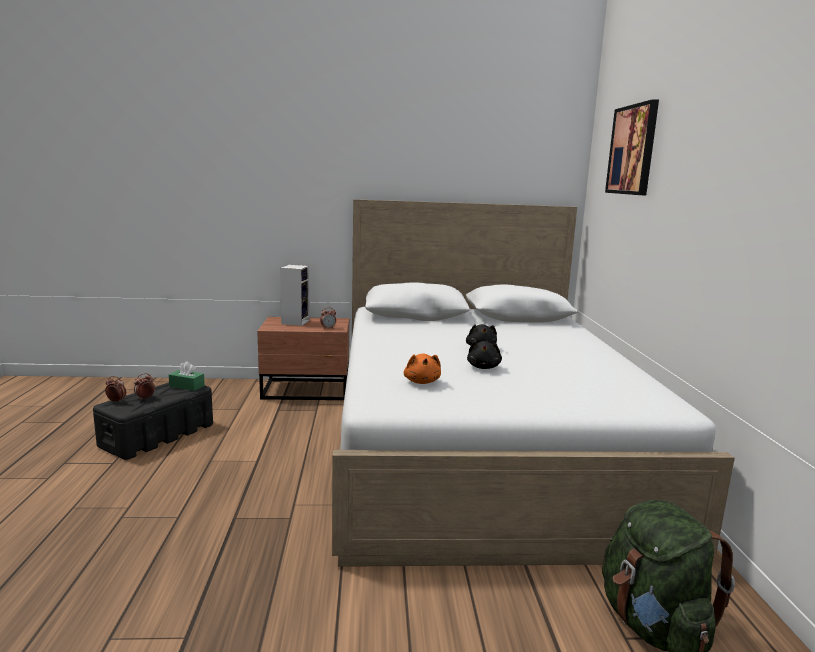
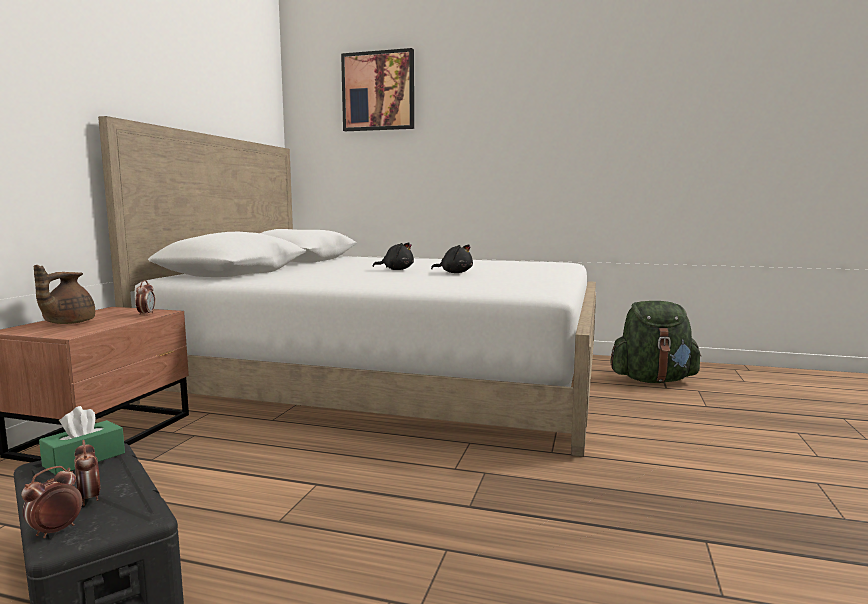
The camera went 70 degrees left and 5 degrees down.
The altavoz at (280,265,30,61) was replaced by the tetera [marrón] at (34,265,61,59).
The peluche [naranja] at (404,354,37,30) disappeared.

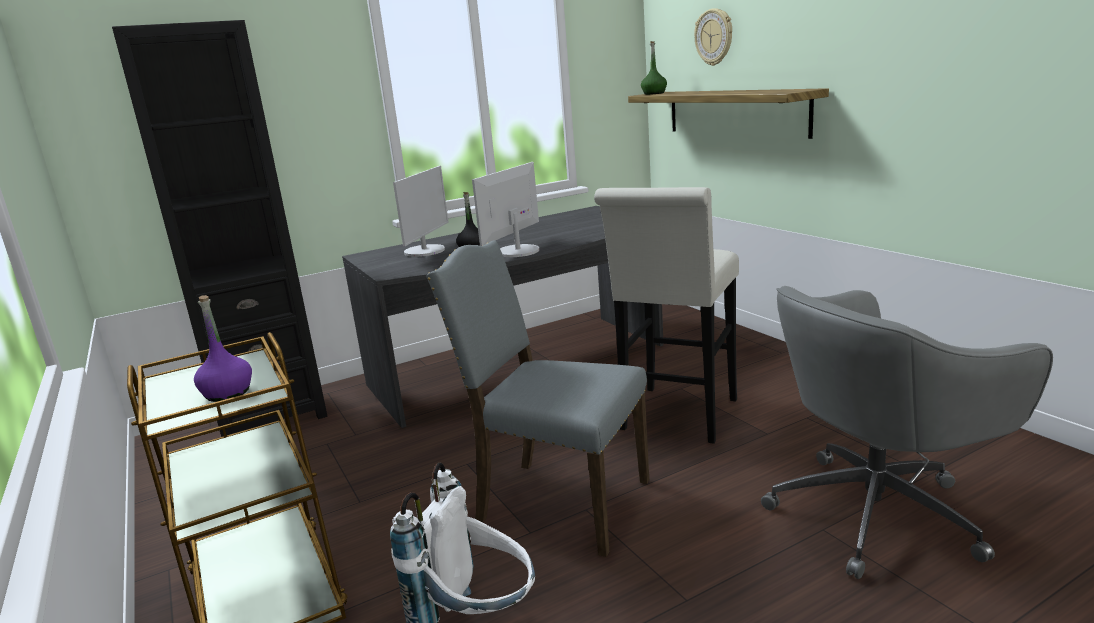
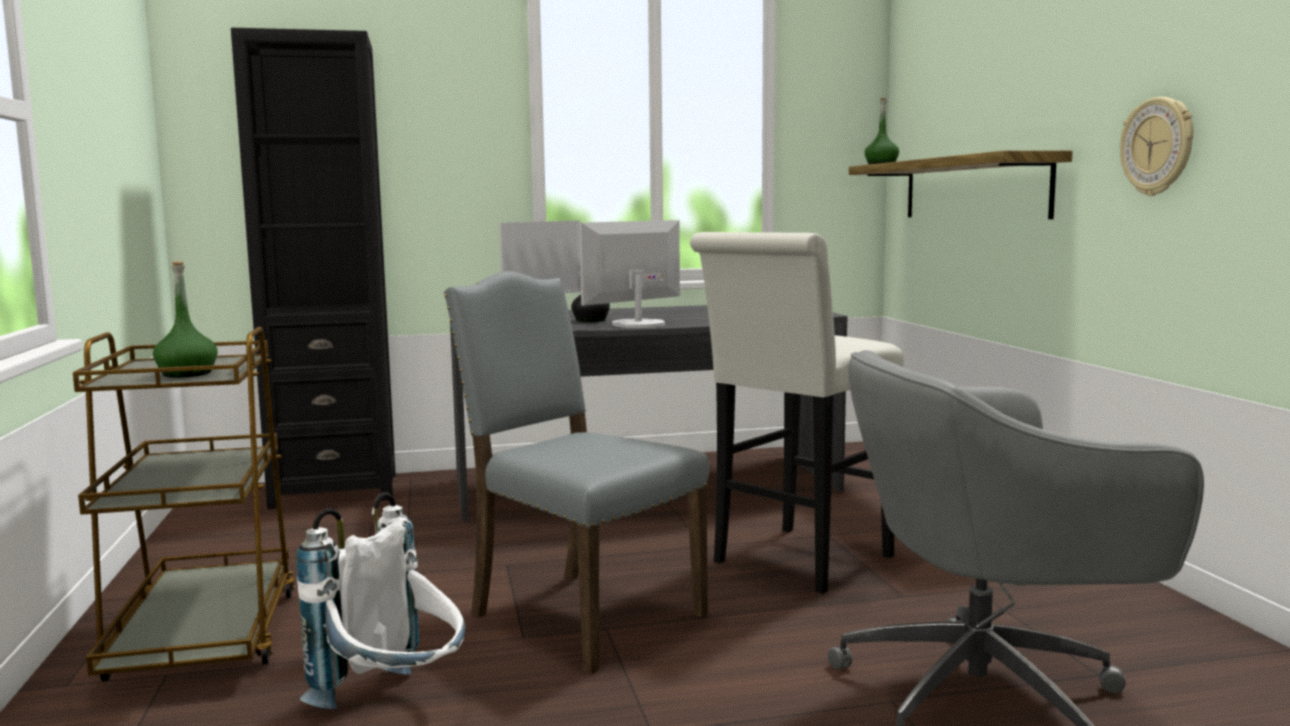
The camera went 15 degrees right and 10 degrees down.
The reloj de pared moved from (694,8,38,58) to (1120,97,73,99).
The botella [morado] at (194,295,58,107) became the botella [verde] at (153,261,65,117).

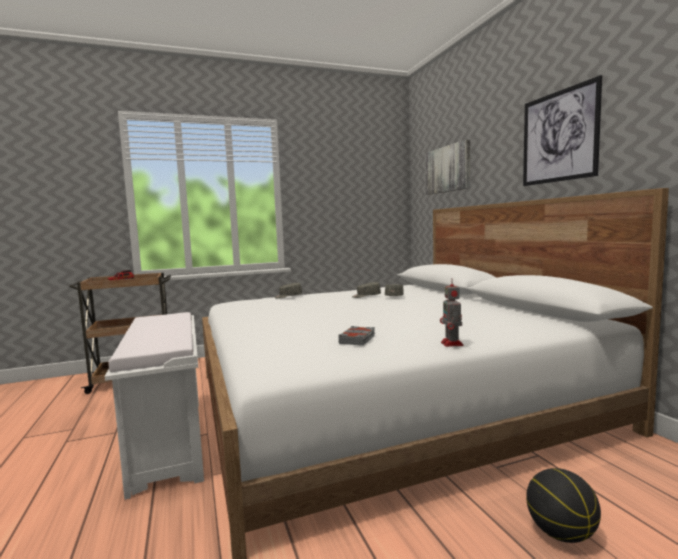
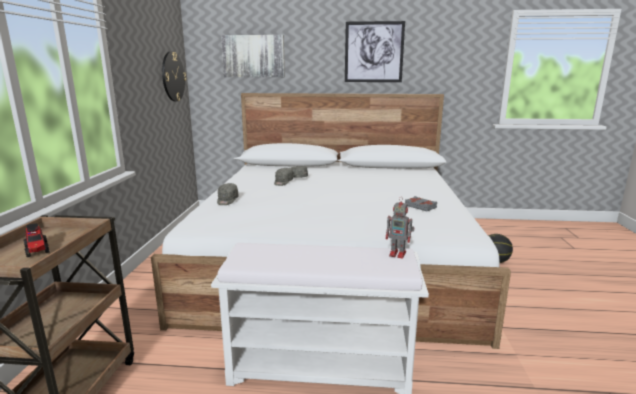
The camera went 65 degrees left and 10 degrees up.
The robot de juguete moved from (440,279,24,68) to (386,197,28,61).
The reloj de pared at (162,51,24,51) appeared.

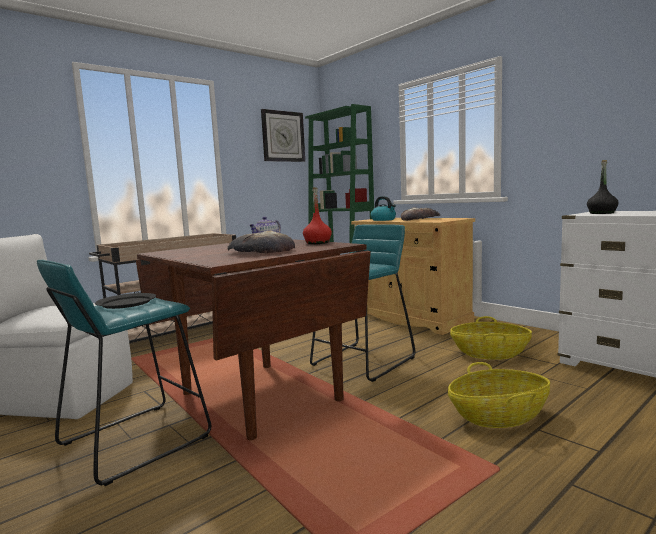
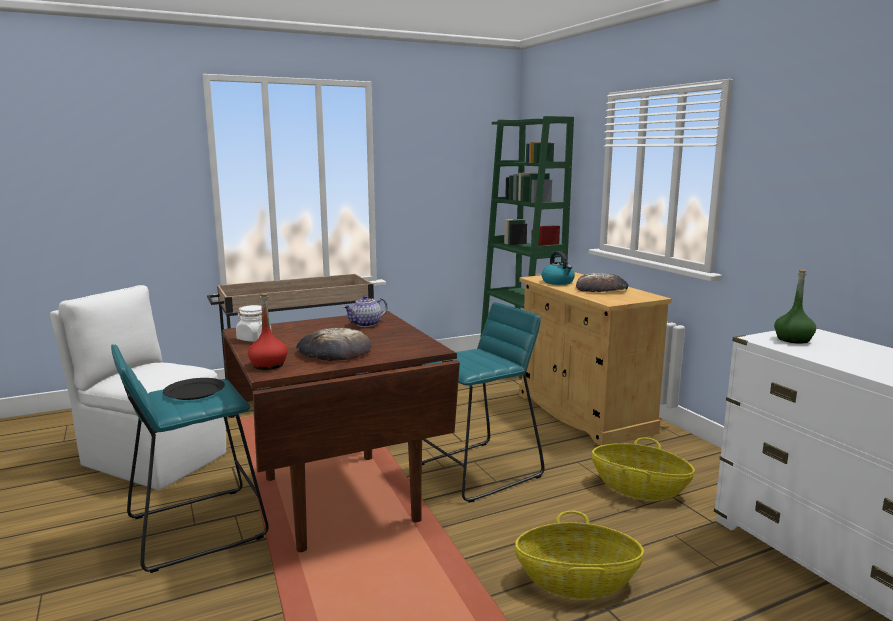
The camera went 15 degrees right and 5 degrees up.
The reloj de pared at (261,109,44,53) disappeared.
The botella [negro] at (587,160,32,54) became the botella [verde] at (774,269,42,75).
The botella [rojo] moved from (303,187,29,57) to (248,293,40,77).
The tarro [blanco] at (236,305,35,37) appeared.

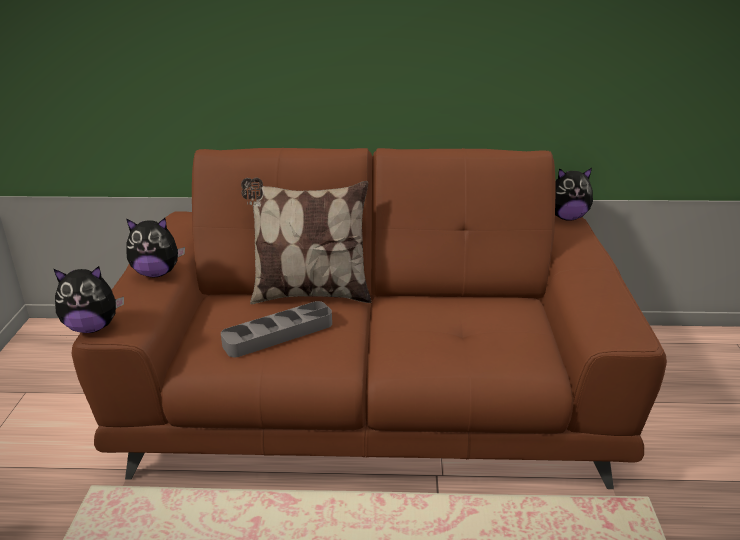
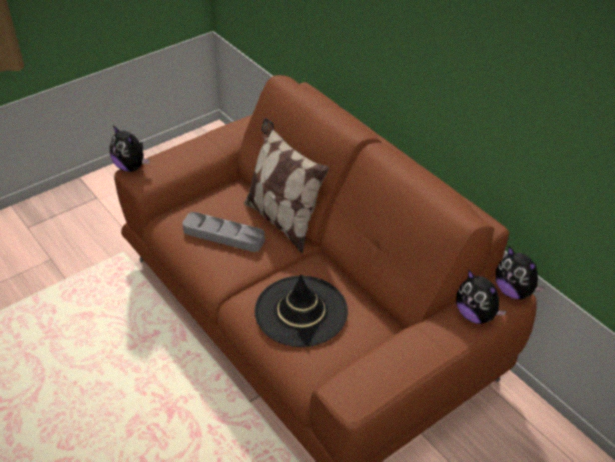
The camera went 50 degrees right and 15 degrees up.
The peluche moved from (126,218,59,59) to (456,269,51,55).
The sombrero [negro] at (255,274,93,73) appeared.

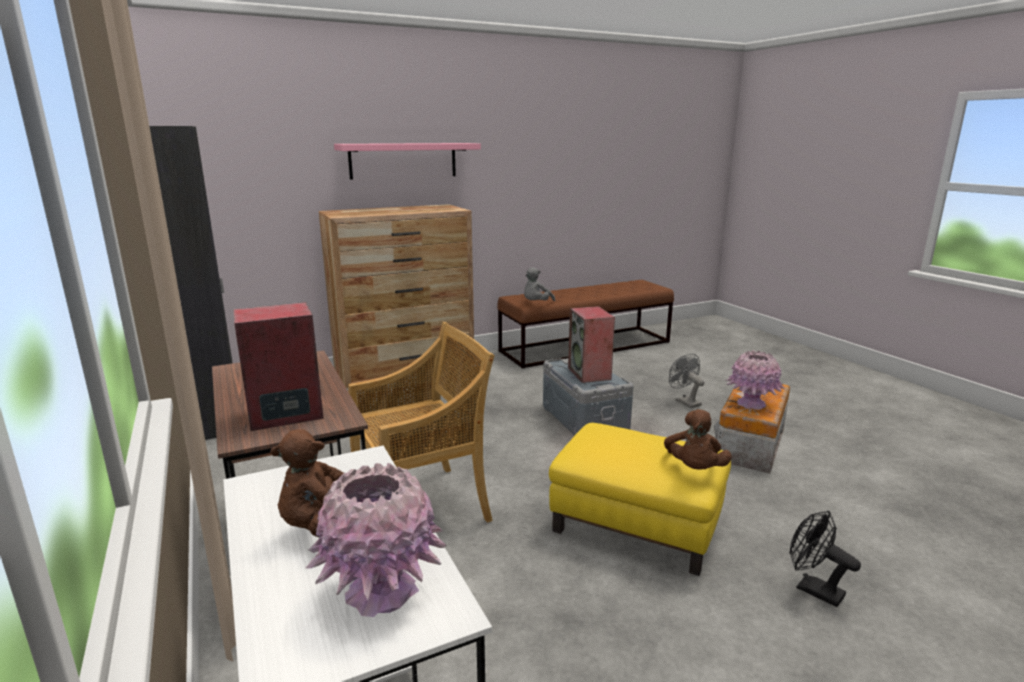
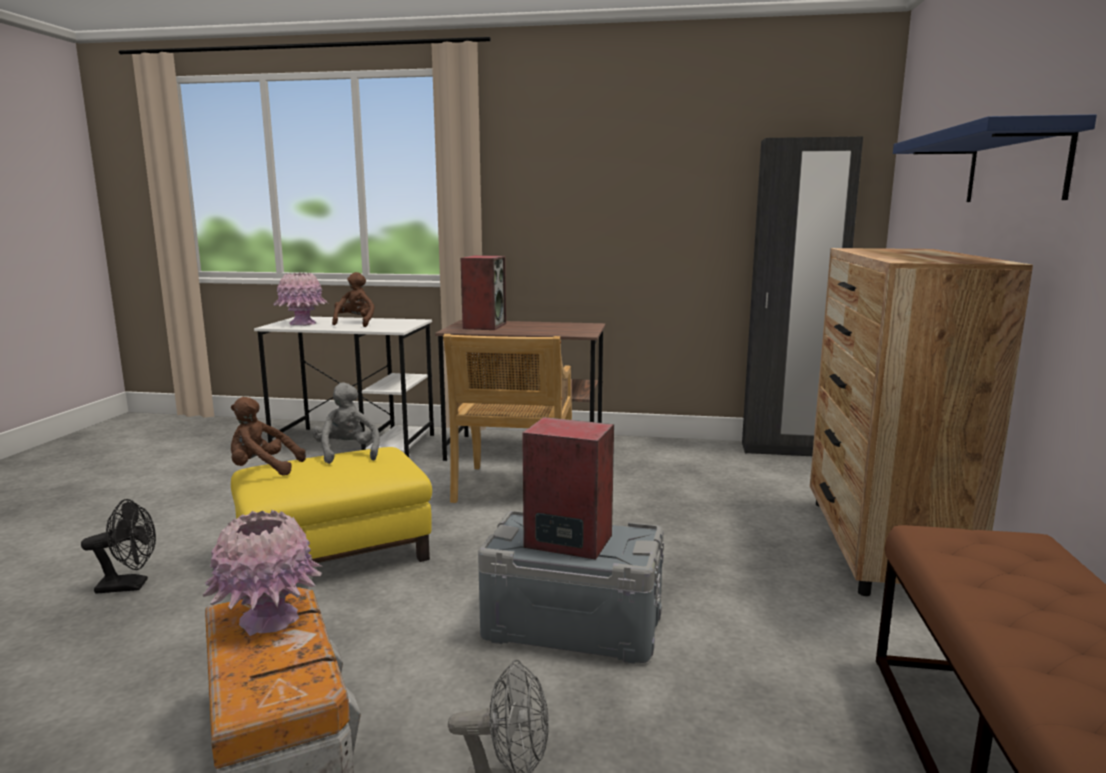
The camera went 125 degrees right and 5 degrees down.
The estante [rosa] at (334,143,147,37) became the estante [azul] at (893,114,204,88).
The peluche [gris] moved from (524,267,31,34) to (312,382,68,82).
The peluche [marrón] at (664,409,68,61) turned 45 degrees counterclockwise.

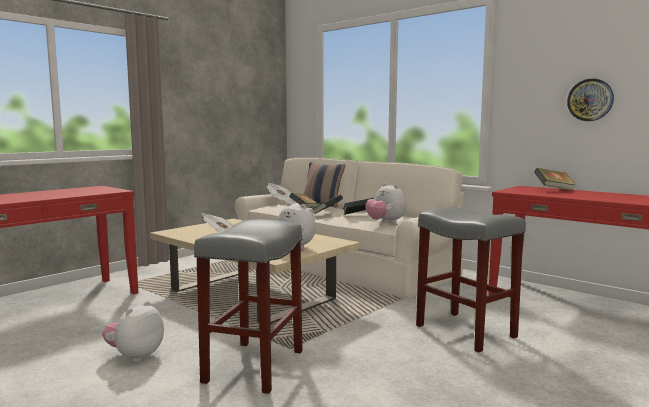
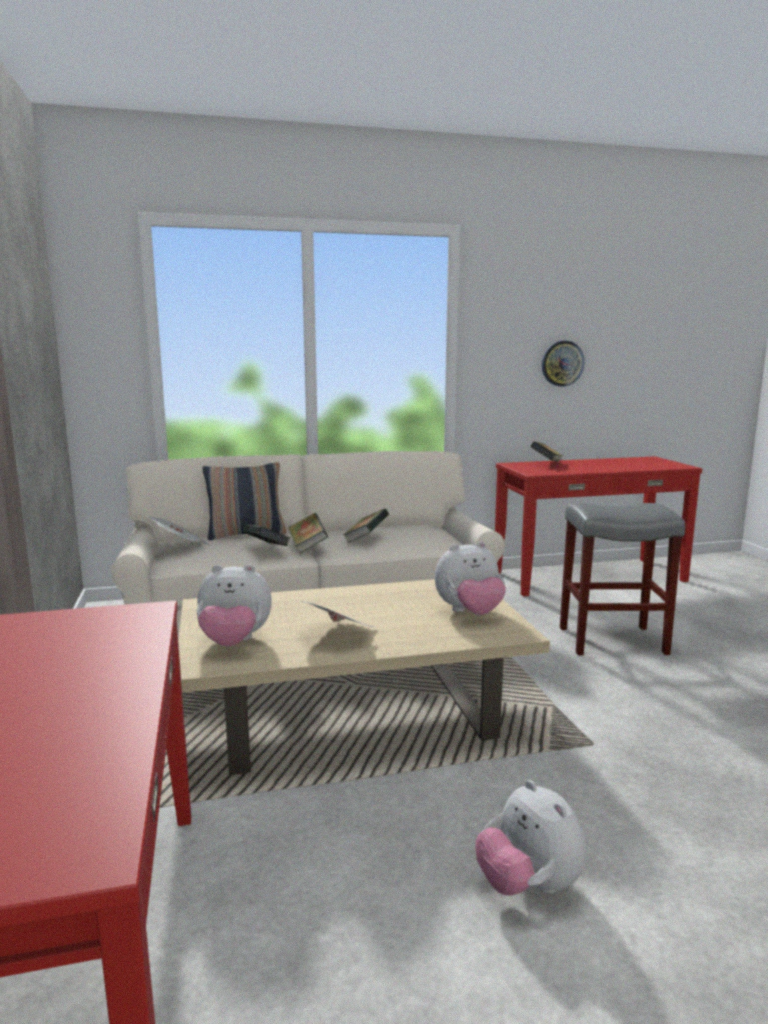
The camera went 55 degrees left and 5 degrees up.
The peluche moved from (365,183,41,40) to (196,564,76,82).
The taburete [gris] at (194,219,108,175) disappeared.

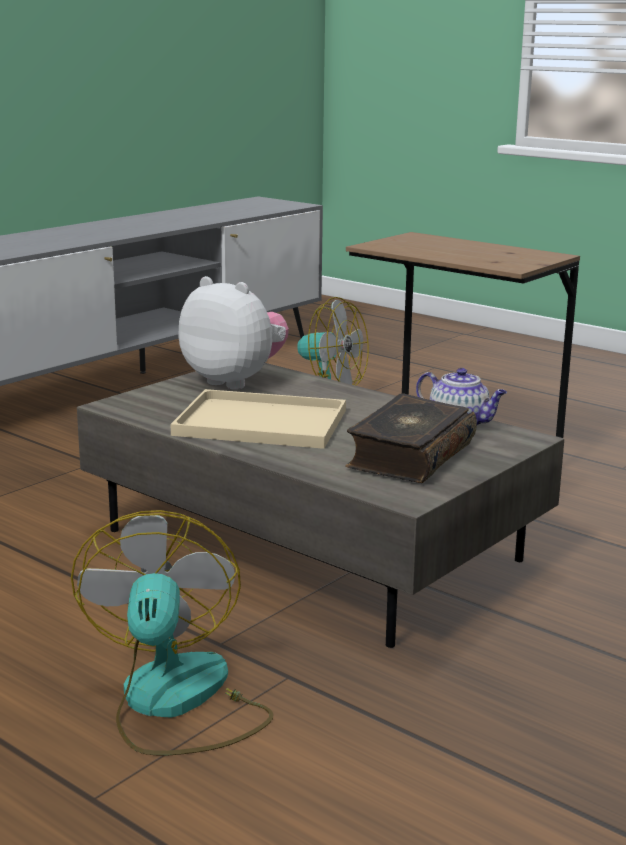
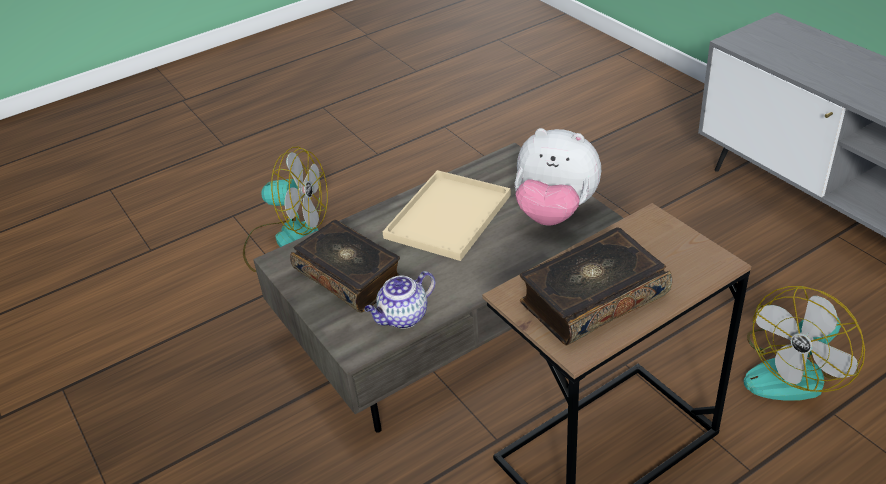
The camera went 110 degrees right and 20 degrees up.
The peluche at (179,276,110,114) turned 60 degrees clockwise.
The libro at (520,227,152,118) appeared.

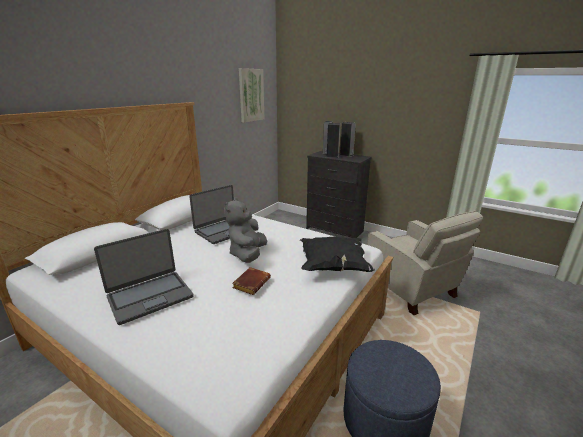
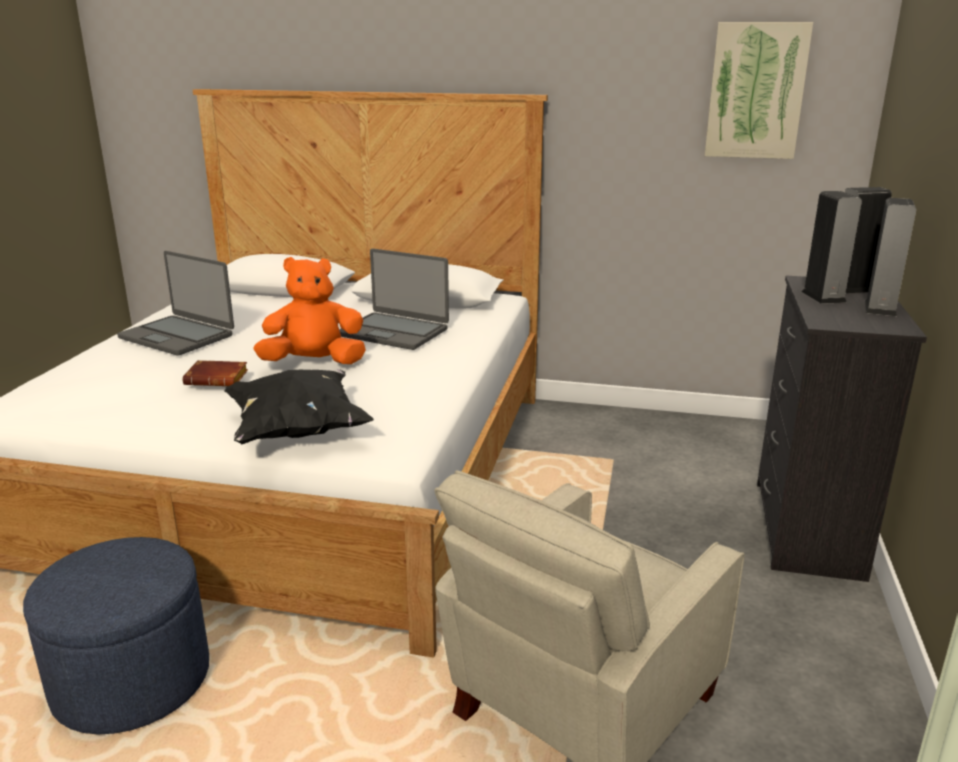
The camera went 70 degrees right and 0 degrees up.
The peluche [gris] at (224,197,43,66) became the peluche [naranja] at (254,257,112,107).

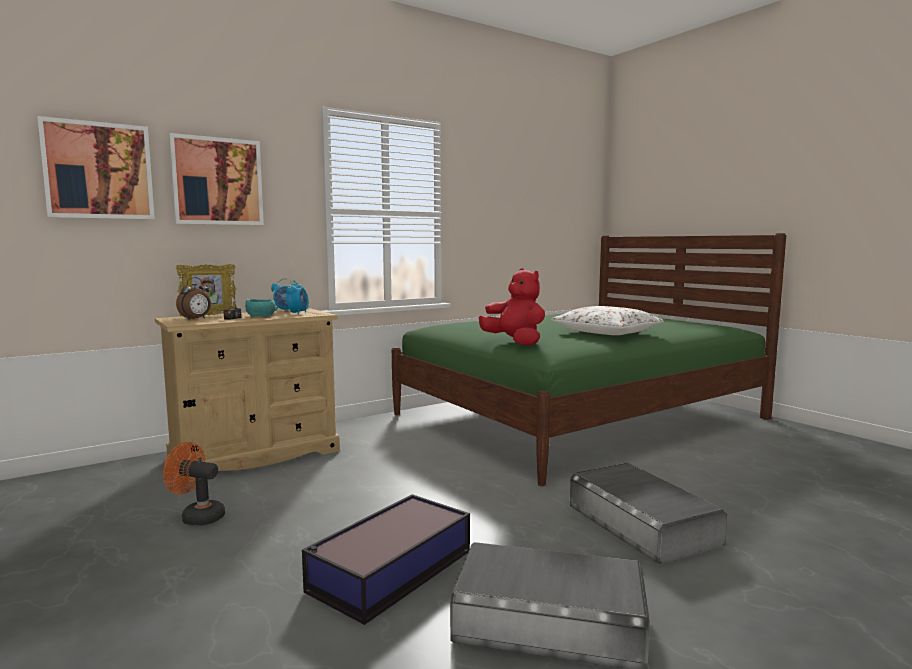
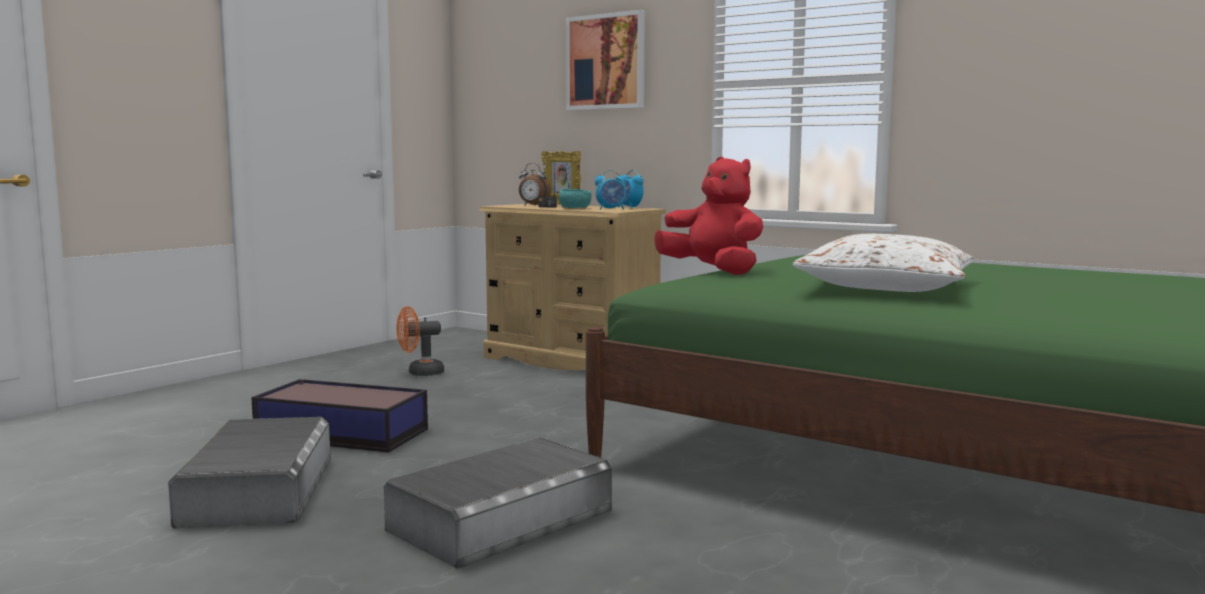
The camera went 70 degrees right and 0 degrees up.
The cuadro at (37,116,118,103) disappeared.
The peluche [rojo] at (479,268,66,78) turned 75 degrees counterclockwise.
The ventilador [naranja] at (163,442,62,84) turned 105 degrees counterclockwise.

